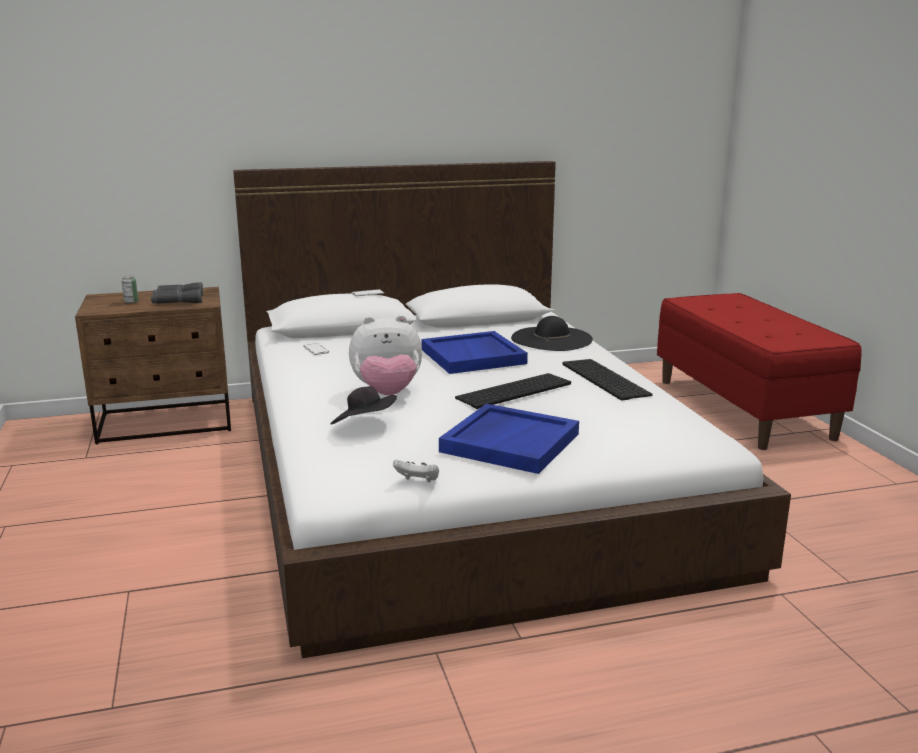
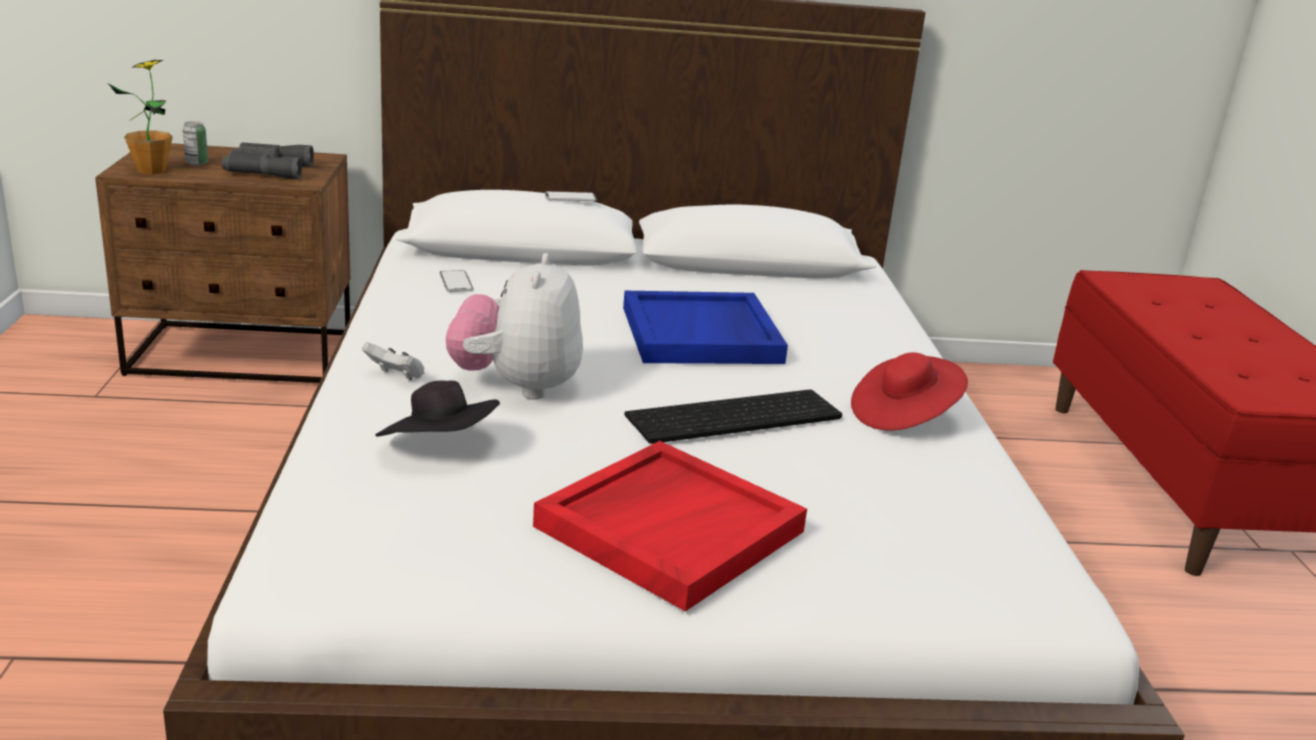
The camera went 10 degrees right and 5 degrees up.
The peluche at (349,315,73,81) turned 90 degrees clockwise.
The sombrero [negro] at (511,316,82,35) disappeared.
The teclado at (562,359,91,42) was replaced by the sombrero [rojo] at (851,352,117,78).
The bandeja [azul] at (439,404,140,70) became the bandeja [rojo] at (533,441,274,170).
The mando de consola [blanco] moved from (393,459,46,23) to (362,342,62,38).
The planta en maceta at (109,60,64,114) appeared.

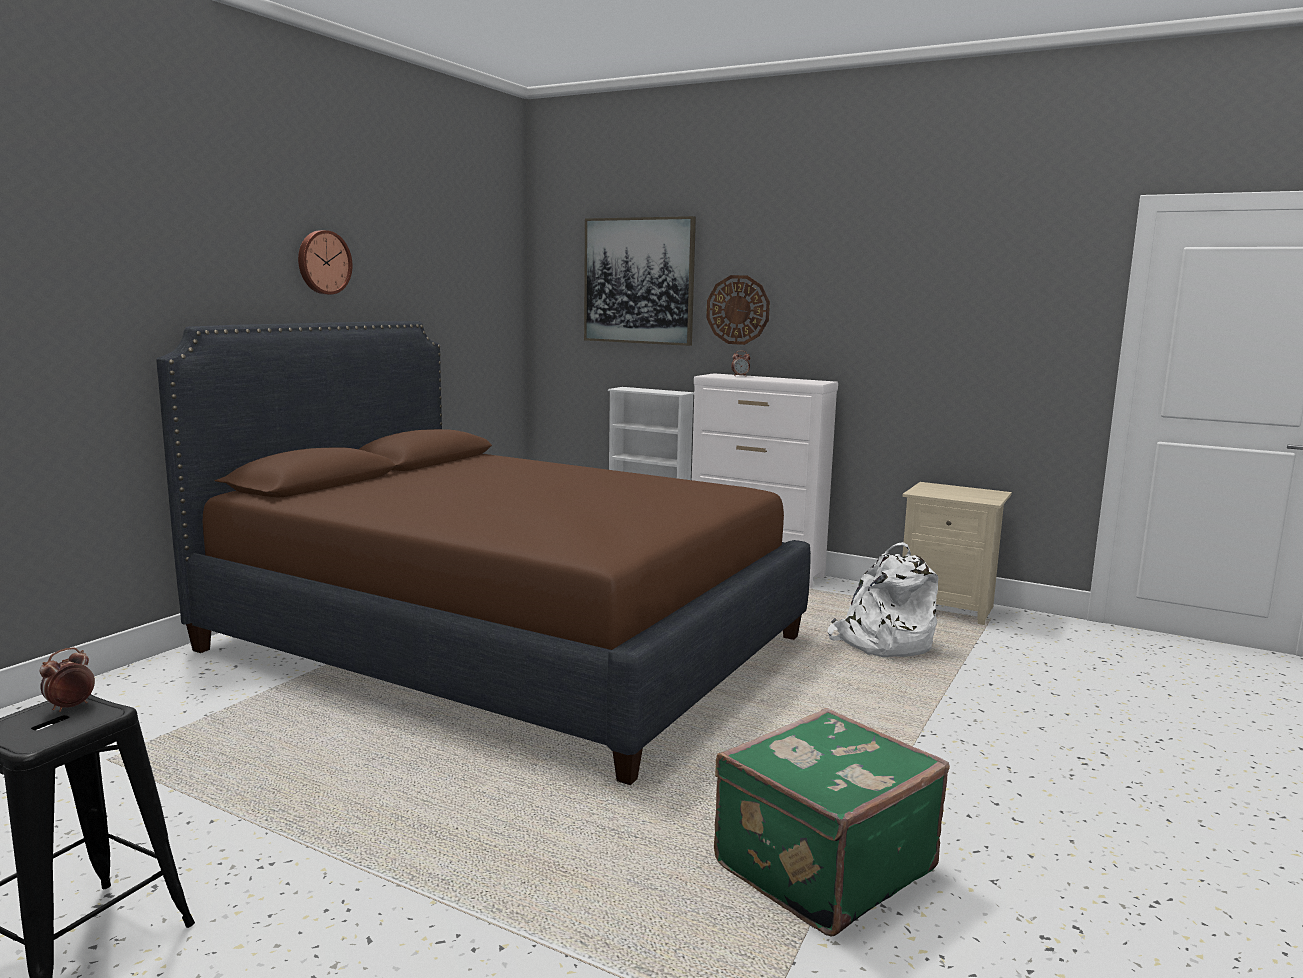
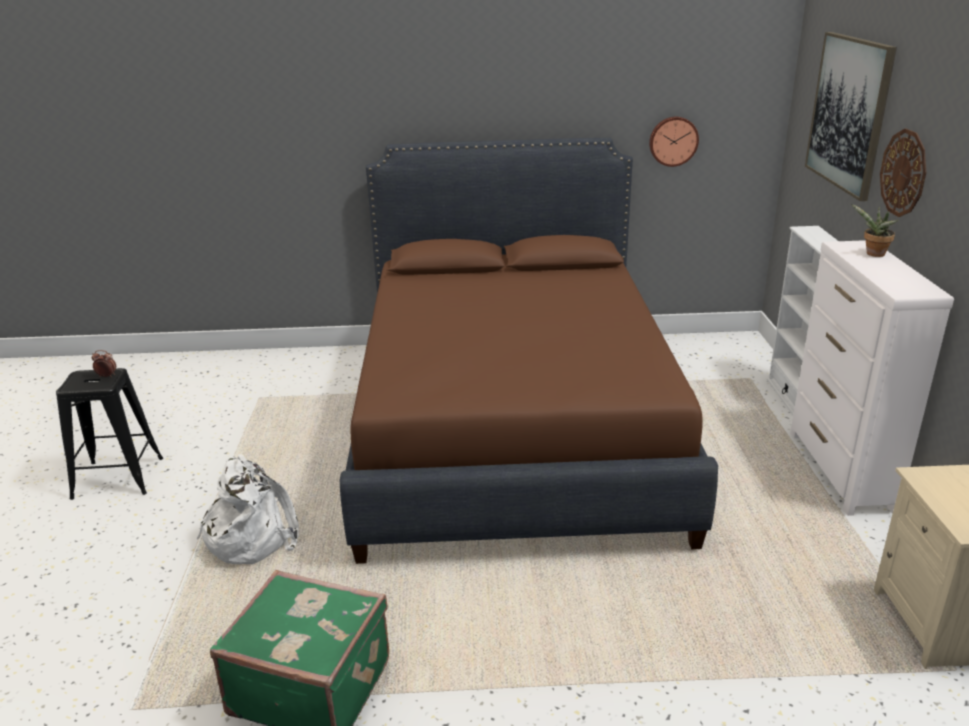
The camera went 60 degrees right and 15 degrees up.
The reloj de pared moved from (298,230,54,65) to (649,117,50,50).
The despertador at (731,350,19,26) was replaced by the planta en maceta at (851,204,48,53).
The mochila [blanco] moved from (828,542,110,115) to (196,454,103,111).

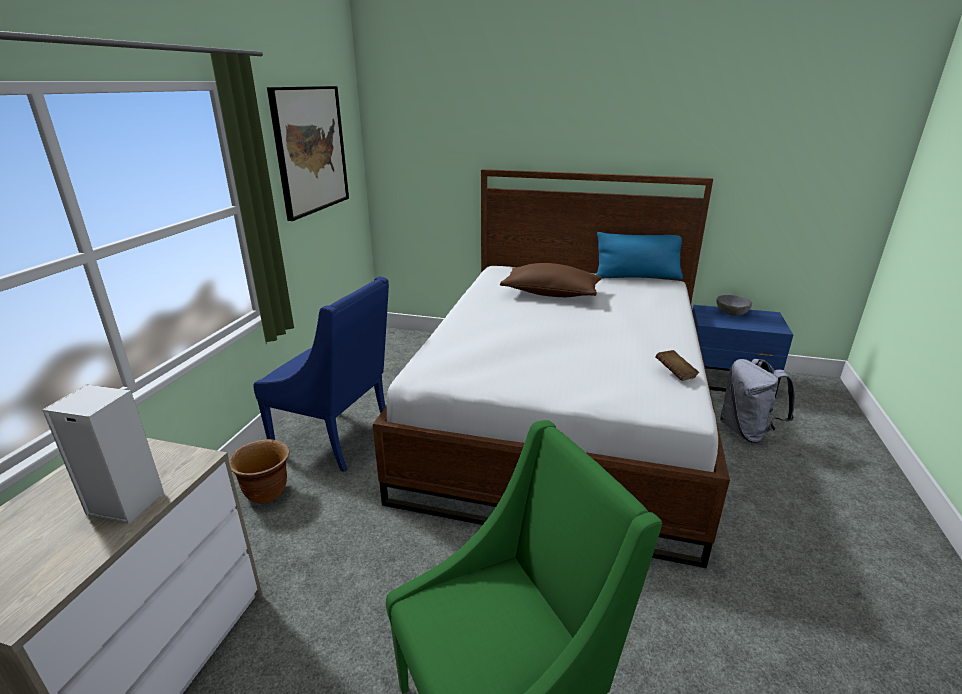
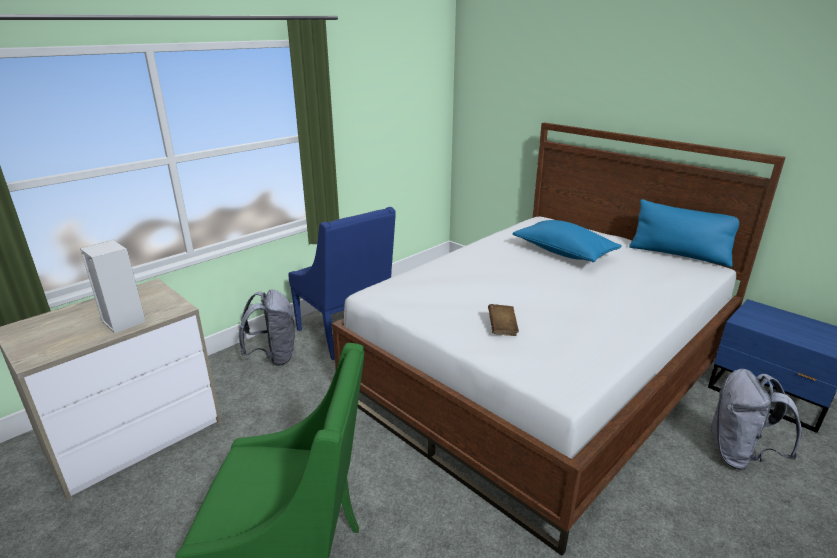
The camera went 30 degrees right and 0 degrees up.
The cuadro at (267,86,82,135) disappeared.
The cojín [marrón] at (500,263,102,34) became the cojín [azul] at (513,220,109,42).
The cuenco [gris] at (716,295,36,21) disappeared.
The libro [marrón] moved from (655,350,44,31) to (488,304,31,32).
The maceta [marrón] at (229,439,61,65) was replaced by the mochila [gris] at (239,290,56,76).

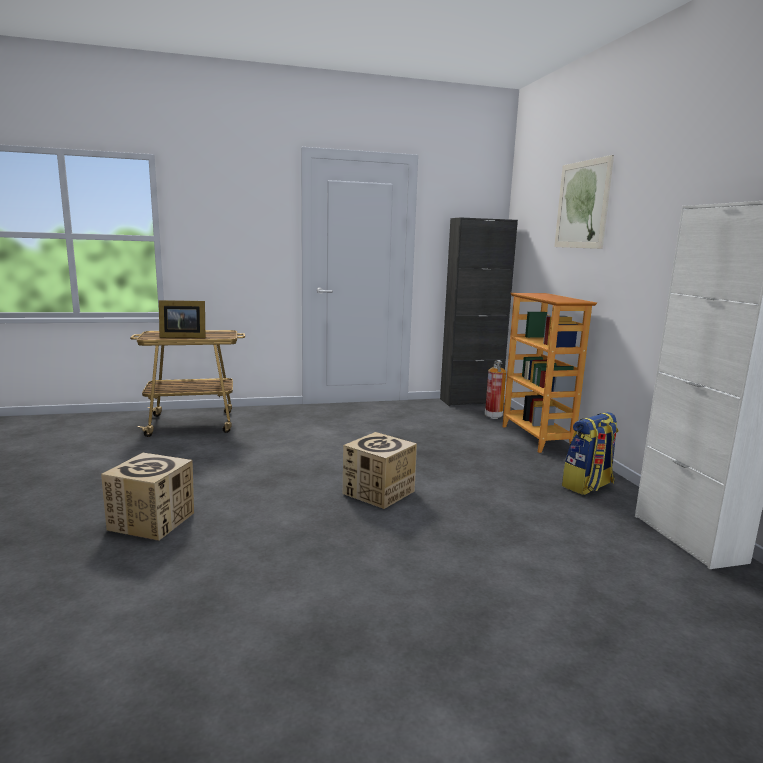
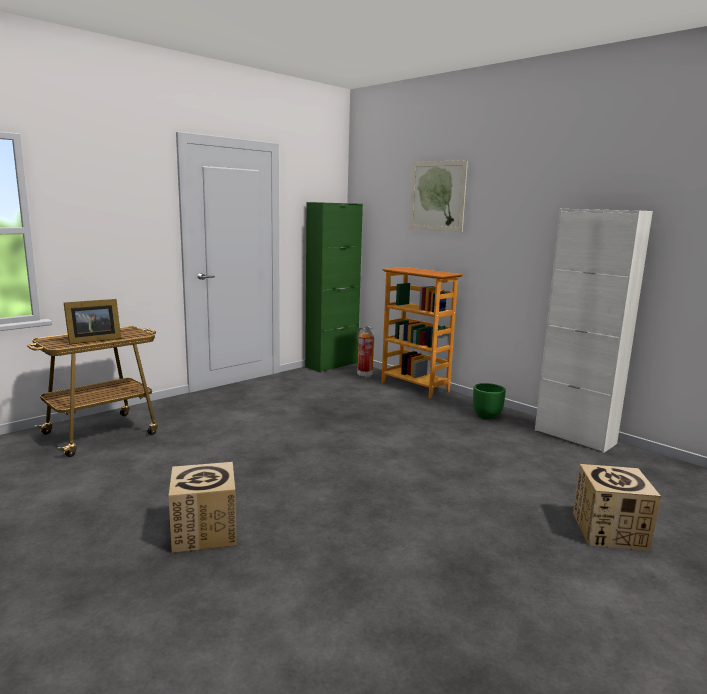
The camera went 30 degrees left and 0 degrees up.
The armario [negro] at (440,217,78,189) became the armario [verde] at (305,202,58,170).
The mochila at (562,412,57,83) was replaced by the maceta [verde] at (473,383,33,36).
The caja de cartón moved from (343,432,74,77) to (573,464,88,86).

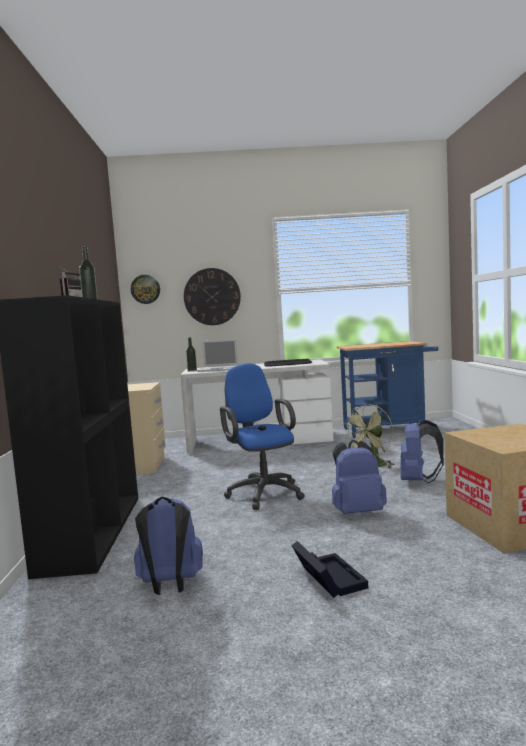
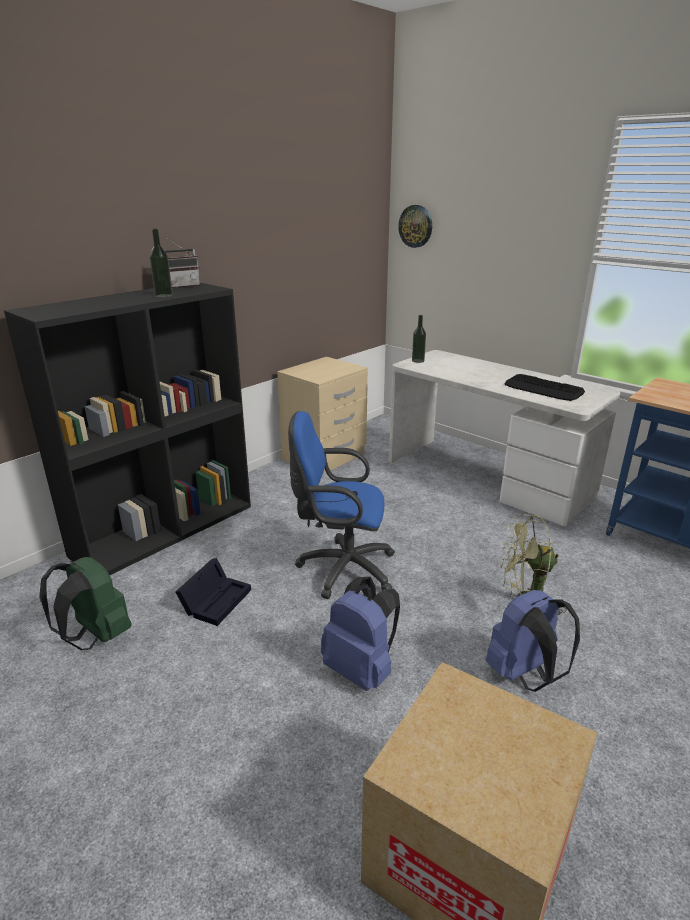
The camera went 45 degrees right and 20 degrees up.
The reloj de pared at (184,268,57,57) disappeared.
The portátil at (197,339,41,33) disappeared.
The silla de oficina [azul] at (220,363,85,147) turned 105 degrees counterclockwise.
The mochila [azul] at (134,497,69,98) became the mochila [verde] at (39,557,93,93).
The caja de almacenaje [negro] moved from (291,541,77,57) to (175,558,76,68).

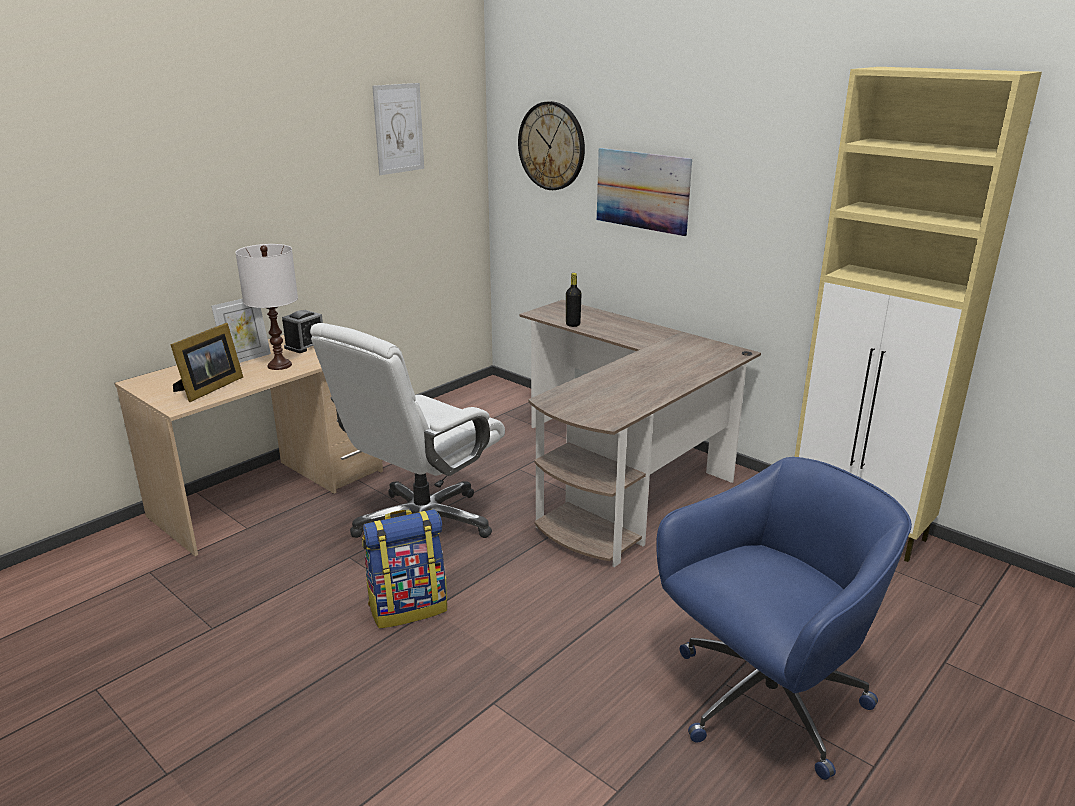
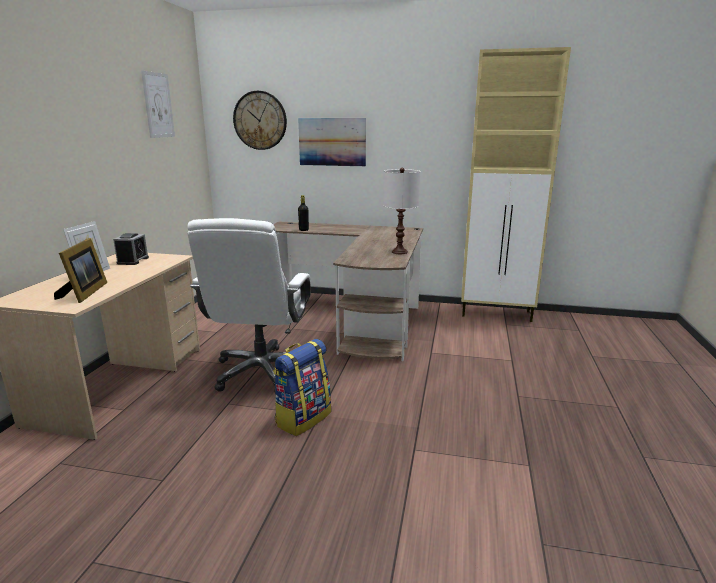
The camera went 30 degrees left and 5 degrees down.
The lámpara de mesa [blanco] moved from (236,244,62,126) to (383,168,37,86).
The silla de oficina [azul] at (656,457,256,323) disappeared.

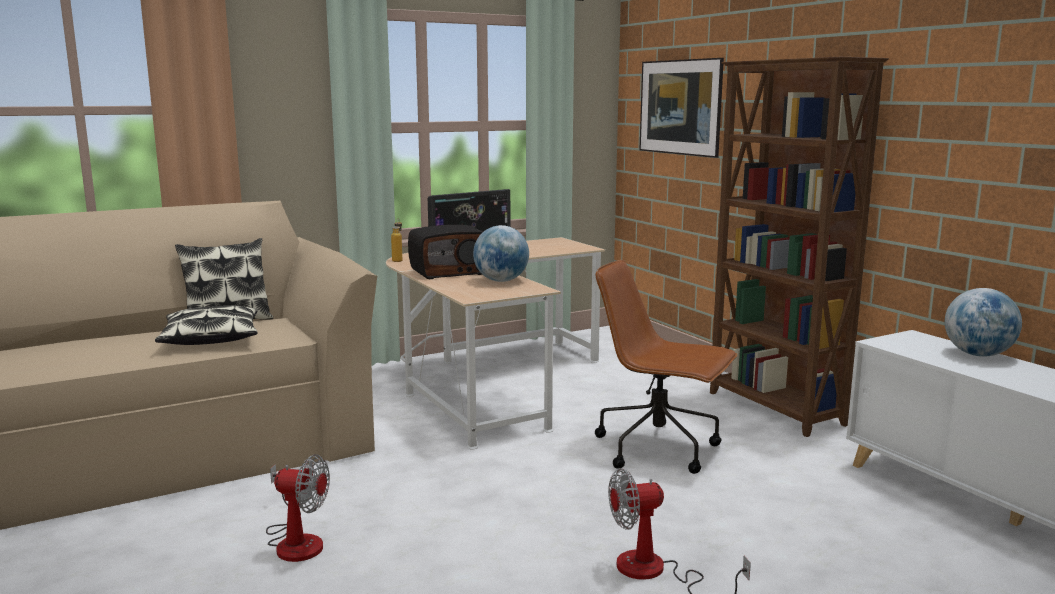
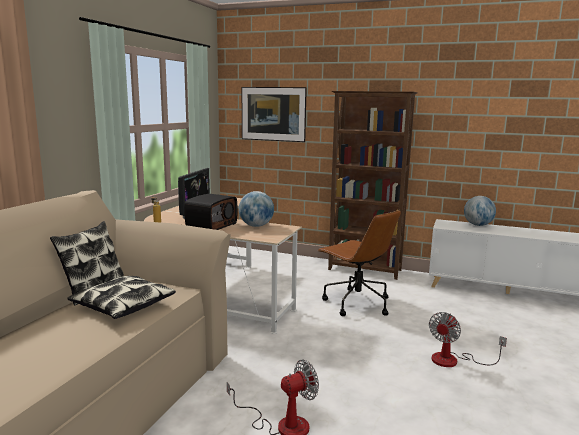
The camera went 40 degrees left and 0 degrees up.
The silla de oficina [marrón] at (595,260,143,214) turned 120 degrees counterclockwise.

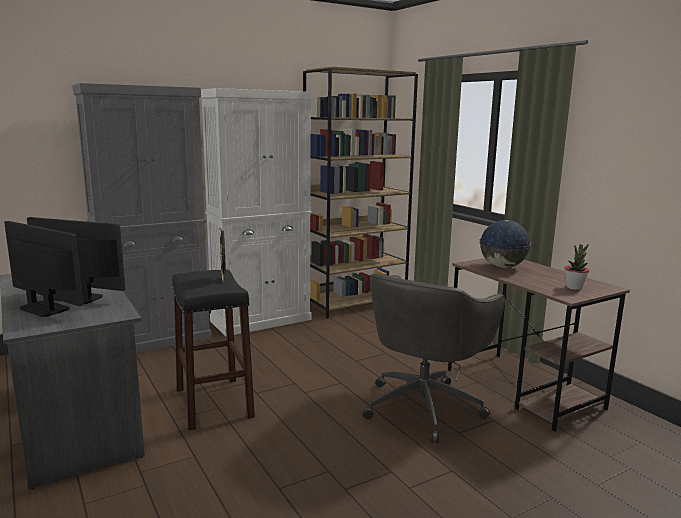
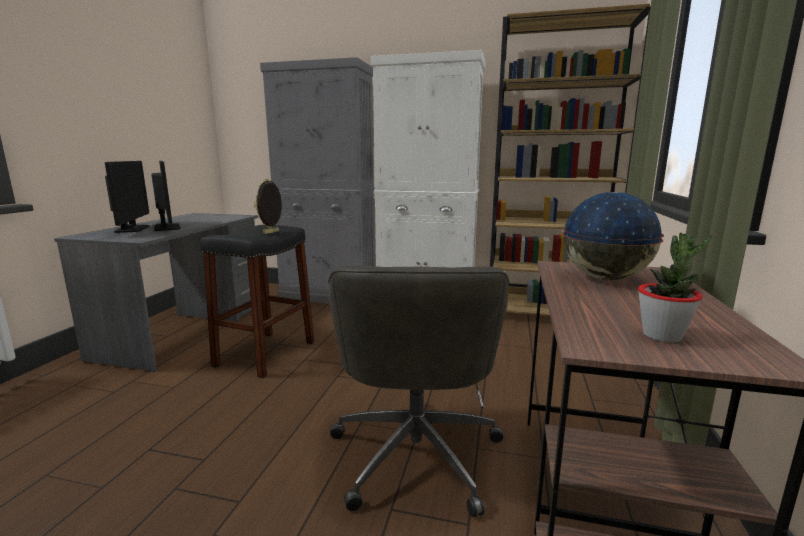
The camera went 45 degrees right and 0 degrees up.
The silla de oficina [gris] at (363,273,142,170) turned 75 degrees counterclockwise.

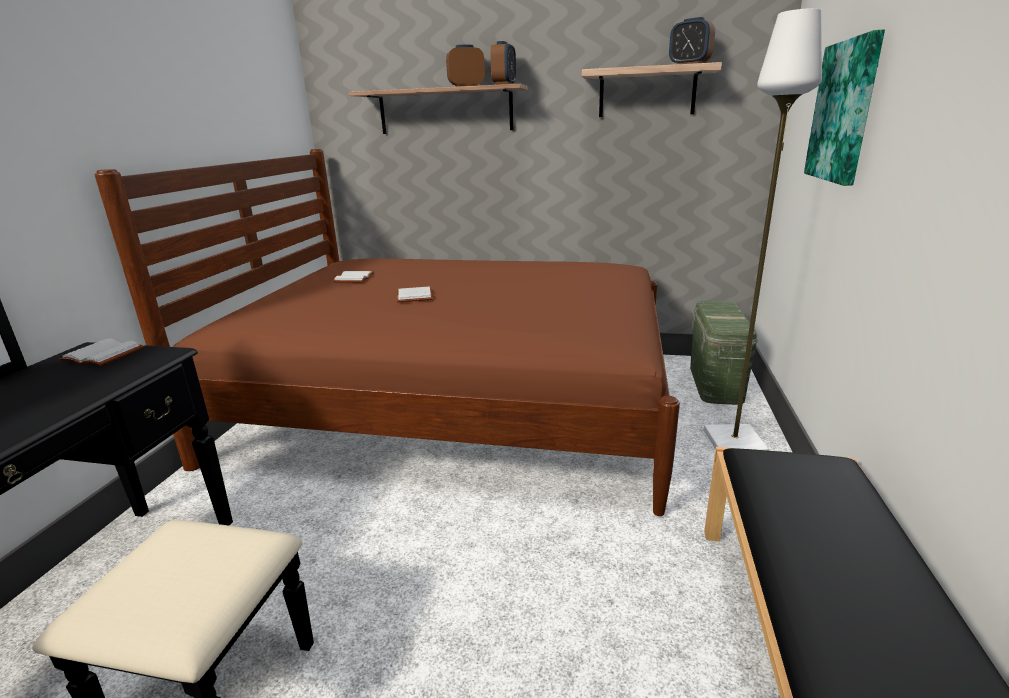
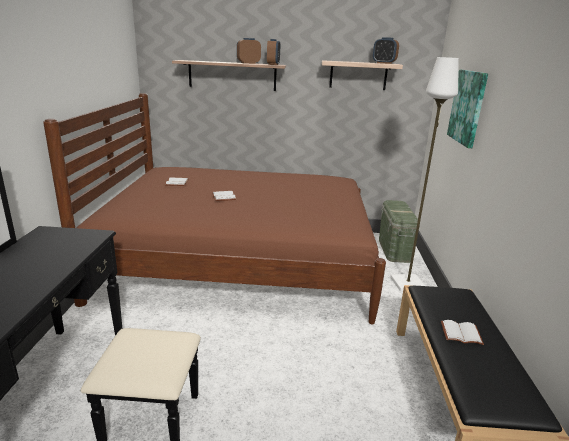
The camera went 10 degrees left and 0 degrees up.
The libro [blanco] moved from (59,338,85,28) to (441,320,43,25).

